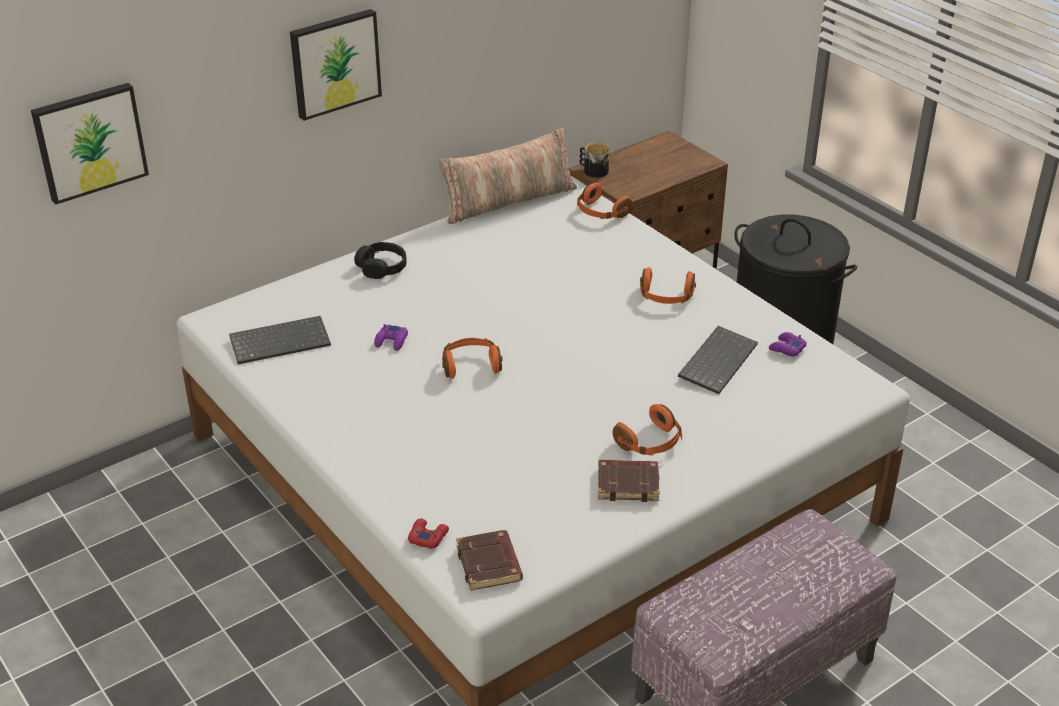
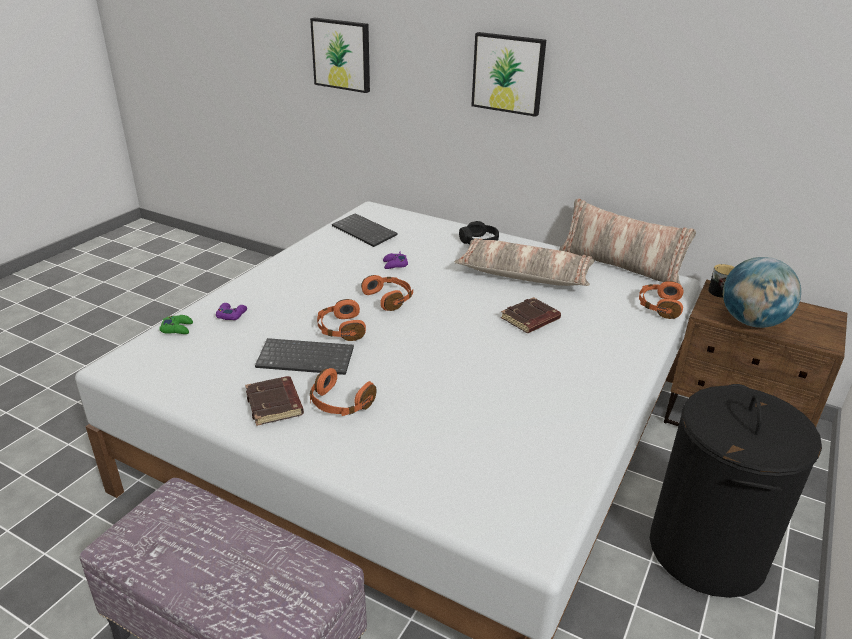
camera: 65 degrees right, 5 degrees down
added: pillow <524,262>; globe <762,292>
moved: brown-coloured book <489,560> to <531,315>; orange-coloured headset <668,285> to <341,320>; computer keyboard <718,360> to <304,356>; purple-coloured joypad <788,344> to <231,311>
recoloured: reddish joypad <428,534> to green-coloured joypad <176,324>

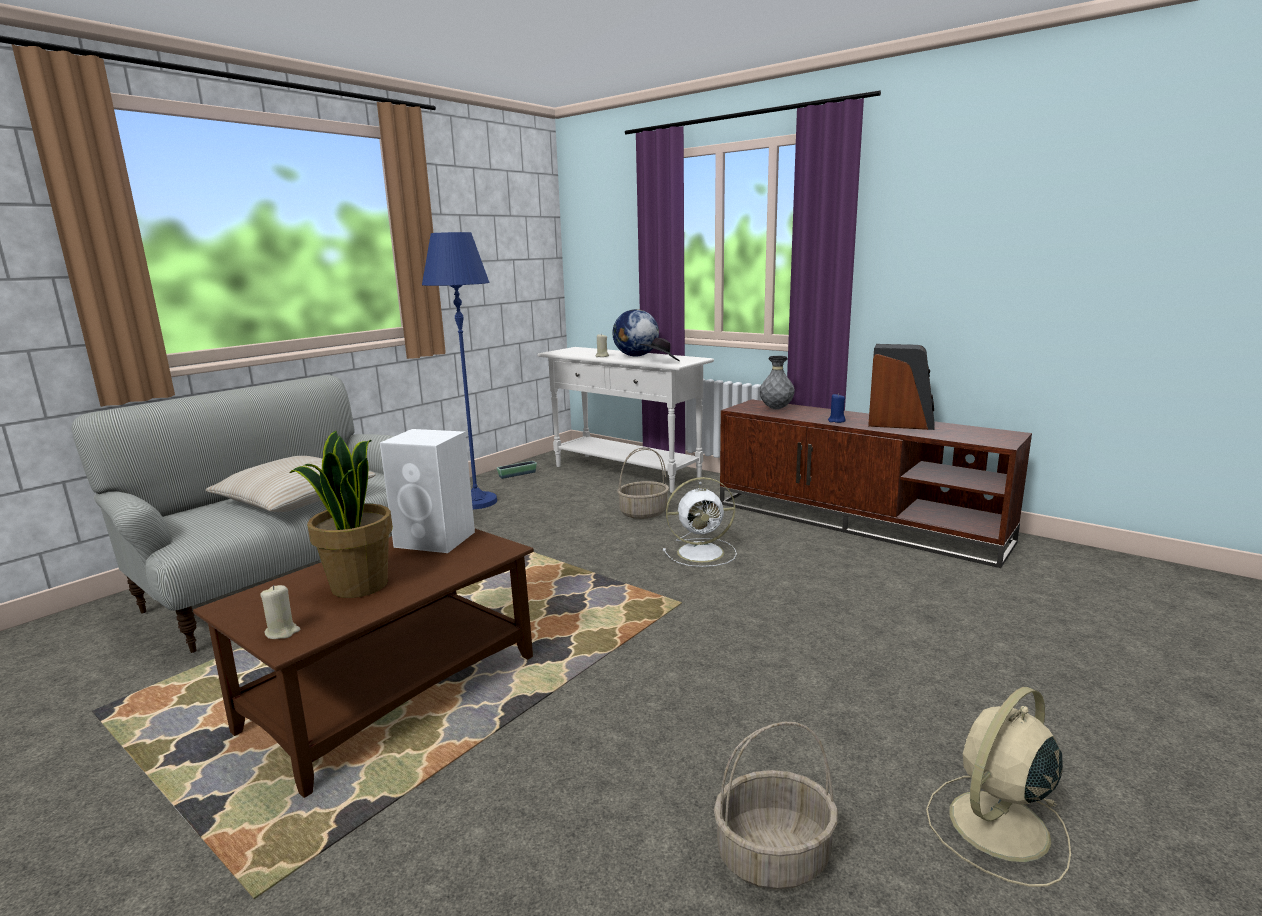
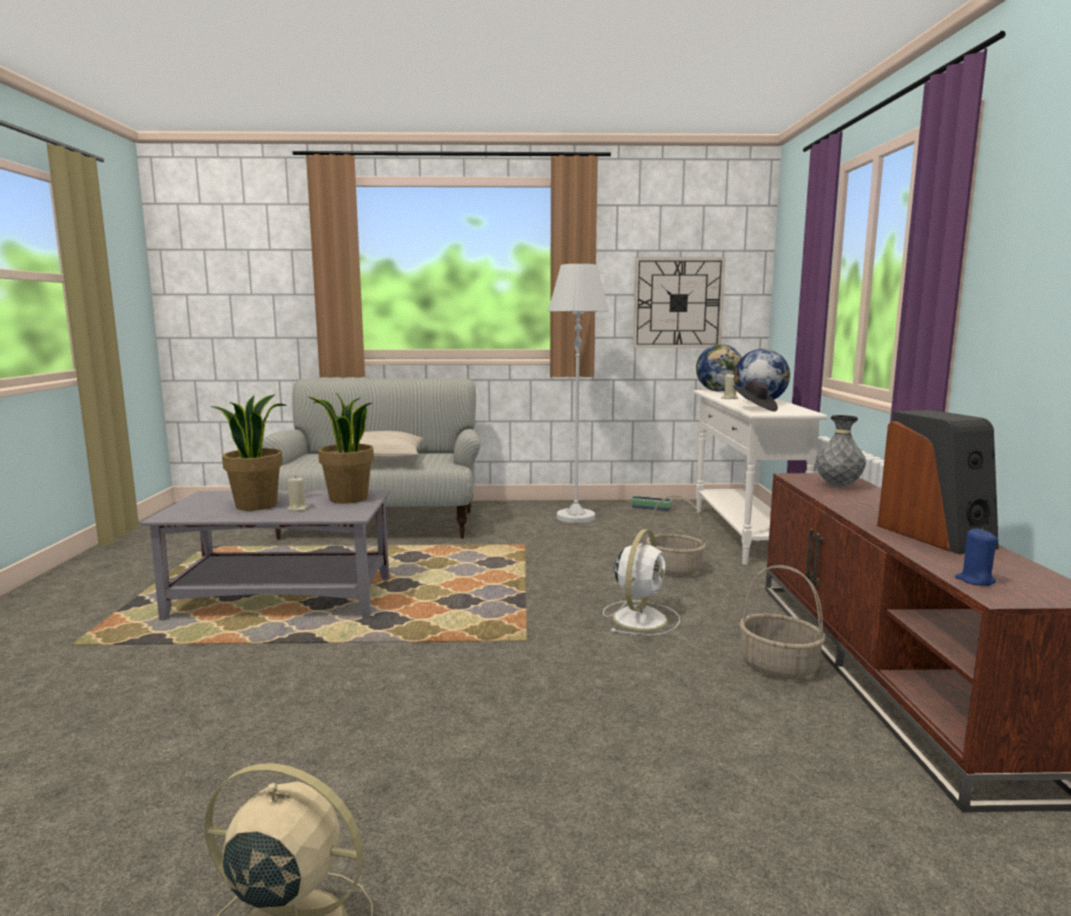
camera: 50 degrees right, 5 degrees down
added: wall clock <679,302>; globe <719,367>
moved: beige wax candle <280,612> to <298,493>; storage basket <776,806> to <782,622>; blue-coloured wax candle <837,408> to <976,557>
replaced: white-coloured speaker <427,491> to plant in a pot <340,448>
recoloured: brown-coloured low table <363,663> to gray low table <265,555>; blue-coloured standing lamp <459,370> to white-coloured standing lamp <578,393>
turned: white-coloured fan <700,522> = <641,582> 105 degrees counterclockwise

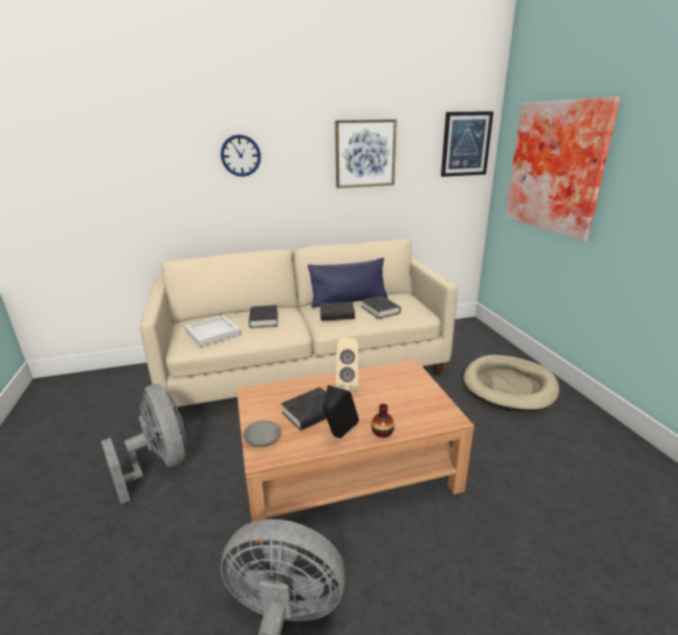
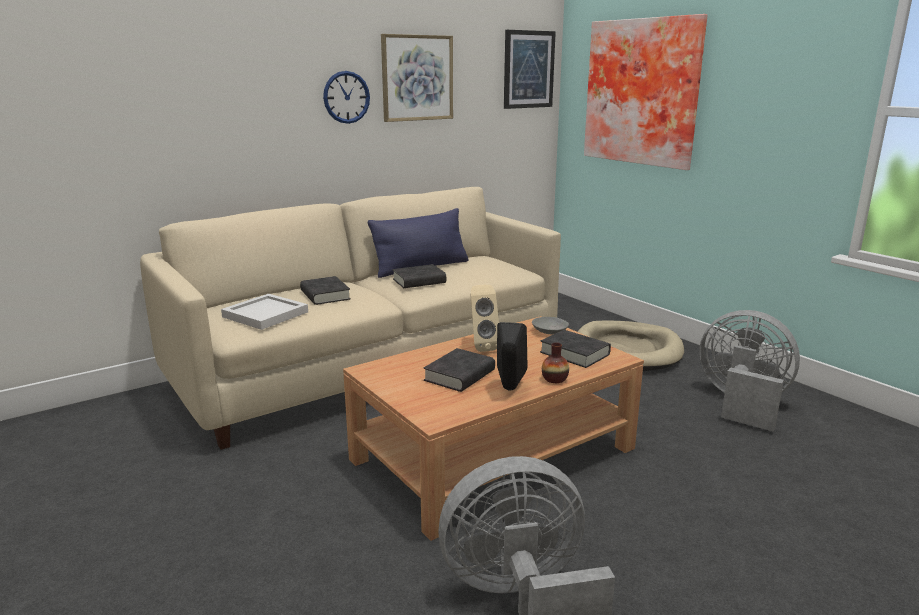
camera: 20 degrees left, 5 degrees down
moved: gray fan <143,444> to <749,370>; wall clock <241,155> to <346,97>; gray deep dish <262,434> to <550,325>; black-coloured book <381,307> to <575,349>

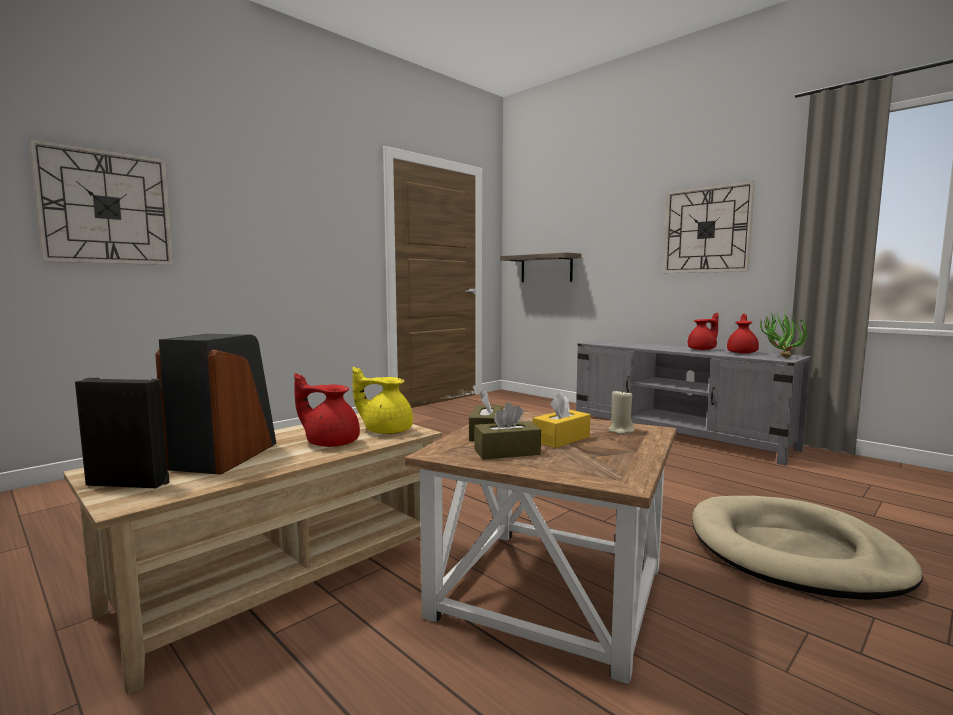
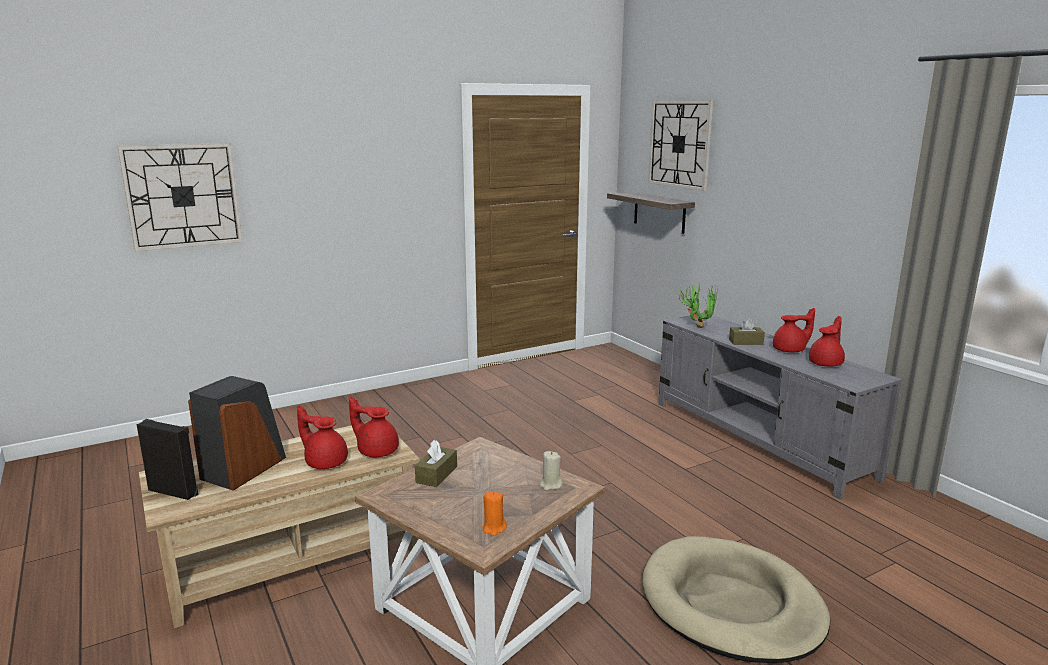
camera: 15 degrees right, 10 degrees up
removed: yellow box of tissues <561,420>
added: orange-coloured wax candle <494,513>
moved: brown-coloured box of tissues <507,431> to <747,331>; wall clock <709,226> to <680,145>; plant in a pot <784,333> to <698,306>
recoloured: yellow pot for tea <382,400> to reddish pot for tea <374,426>

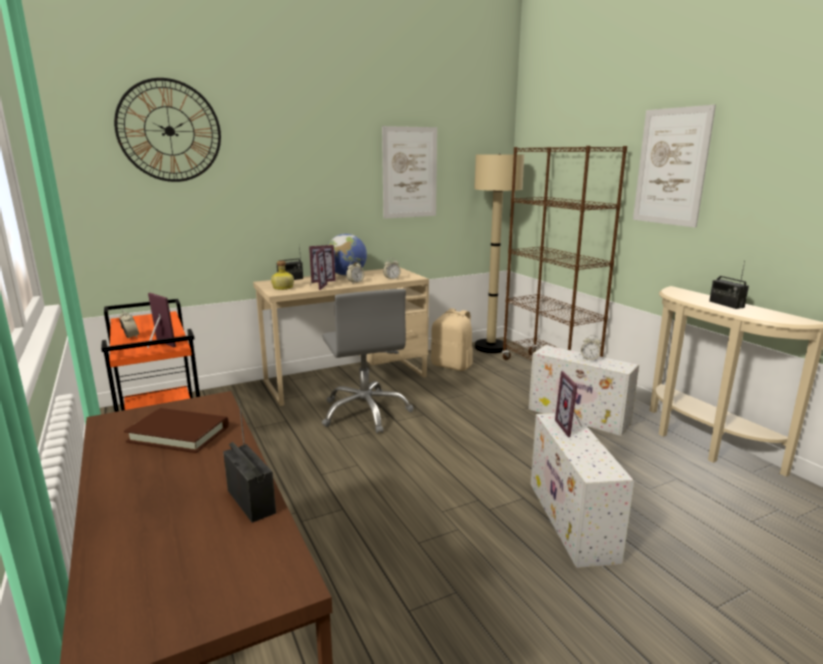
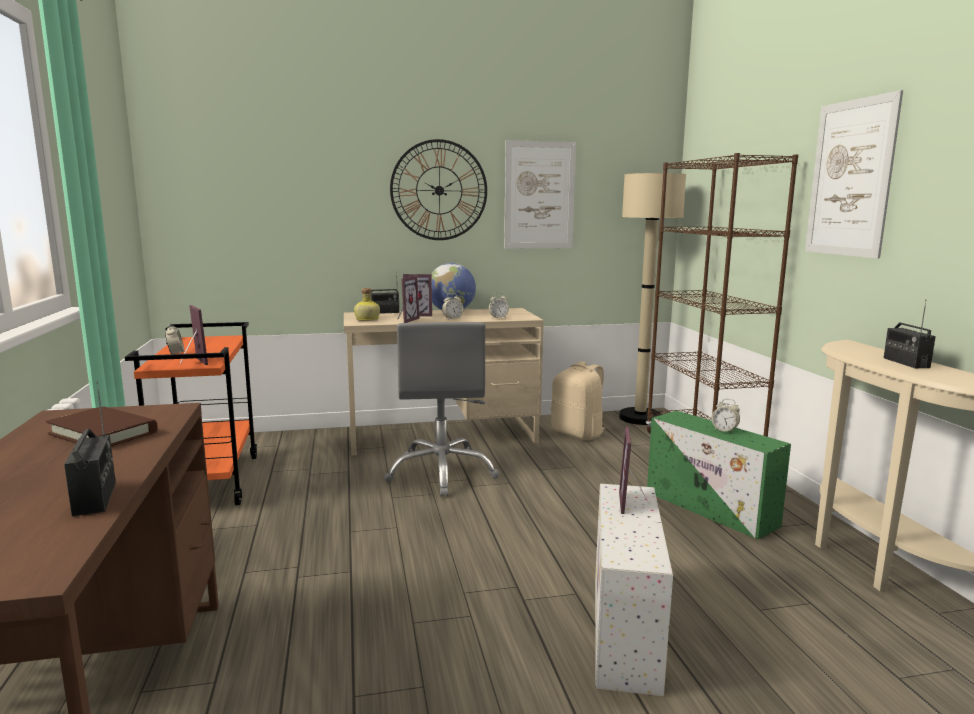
camera: 15 degrees right, 5 degrees down
moved: wall clock <167,130> to <438,189>
recoloured: white-coloured storage box <584,390> to green-coloured storage box <719,475>

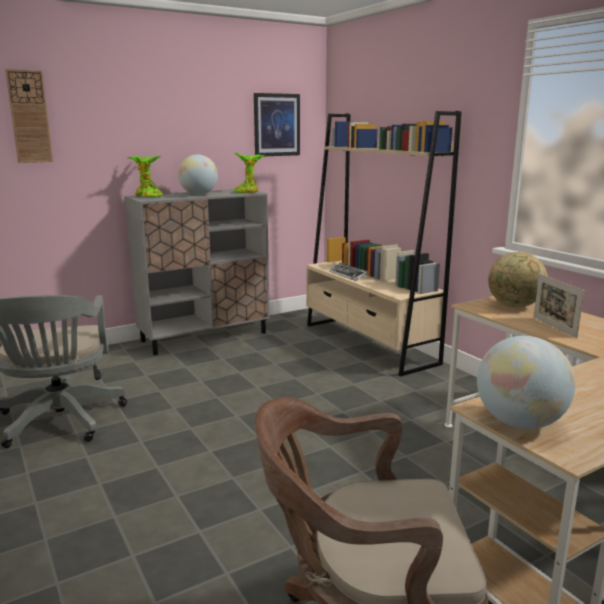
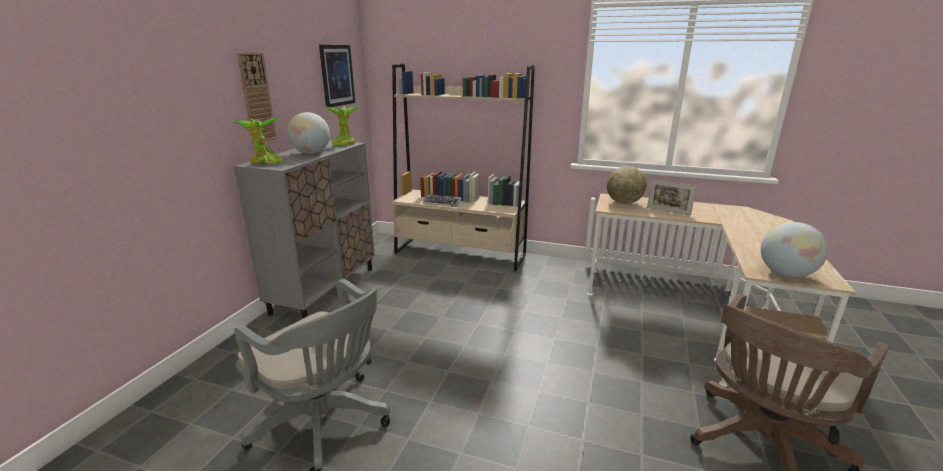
camera: 40 degrees left, 5 degrees up
moved: wall clock <29,116> to <257,98>

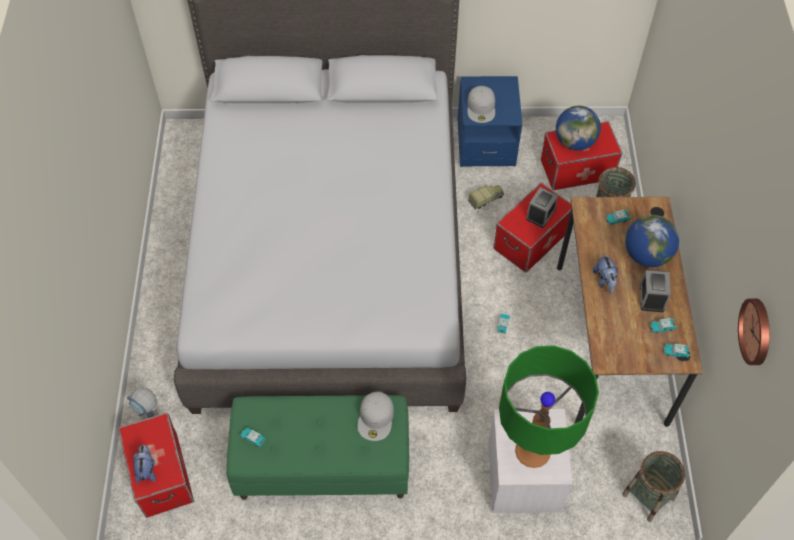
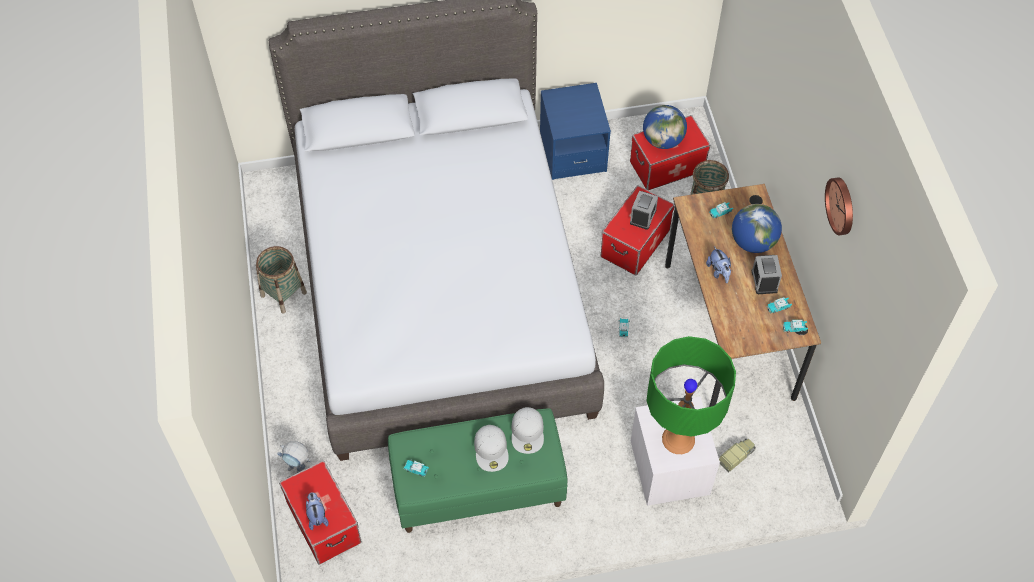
camera: 10 degrees left, 0 degrees up
moved: white-coloured peaked cap <481,104> to <491,448>; toy truck <486,197> to <737,455>; storage basket <654,486> to <281,280>; wall clock <754,332> to <839,206>

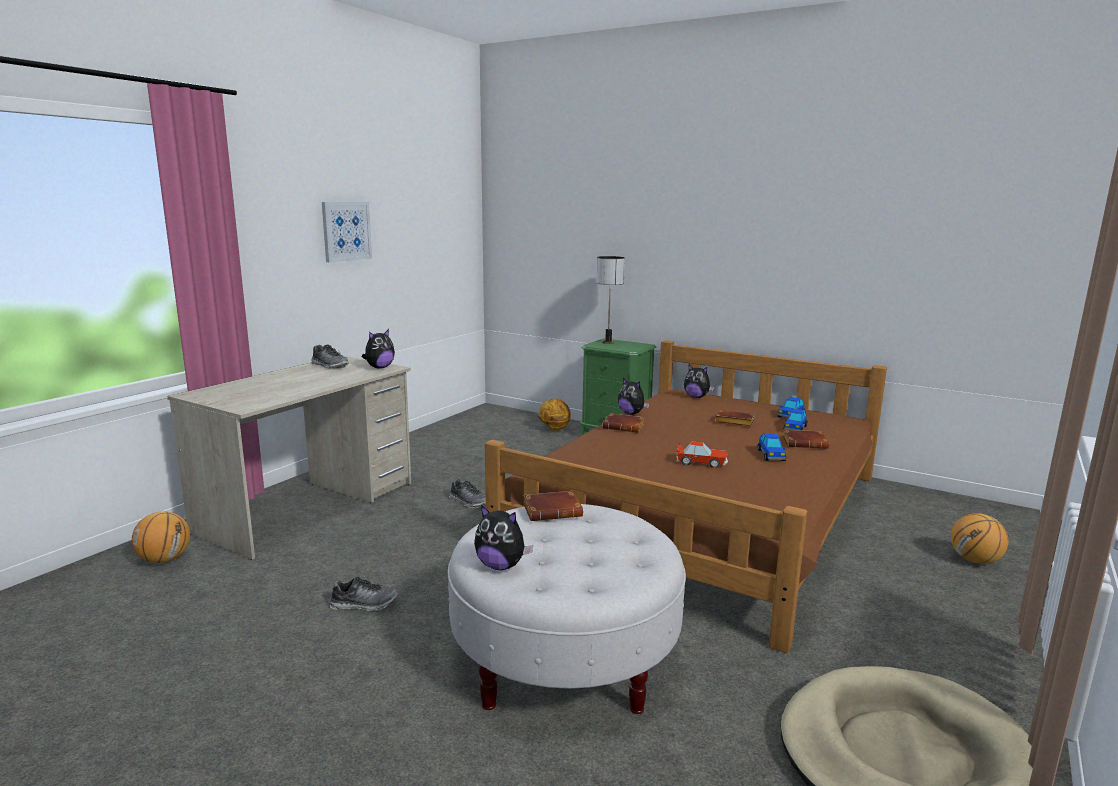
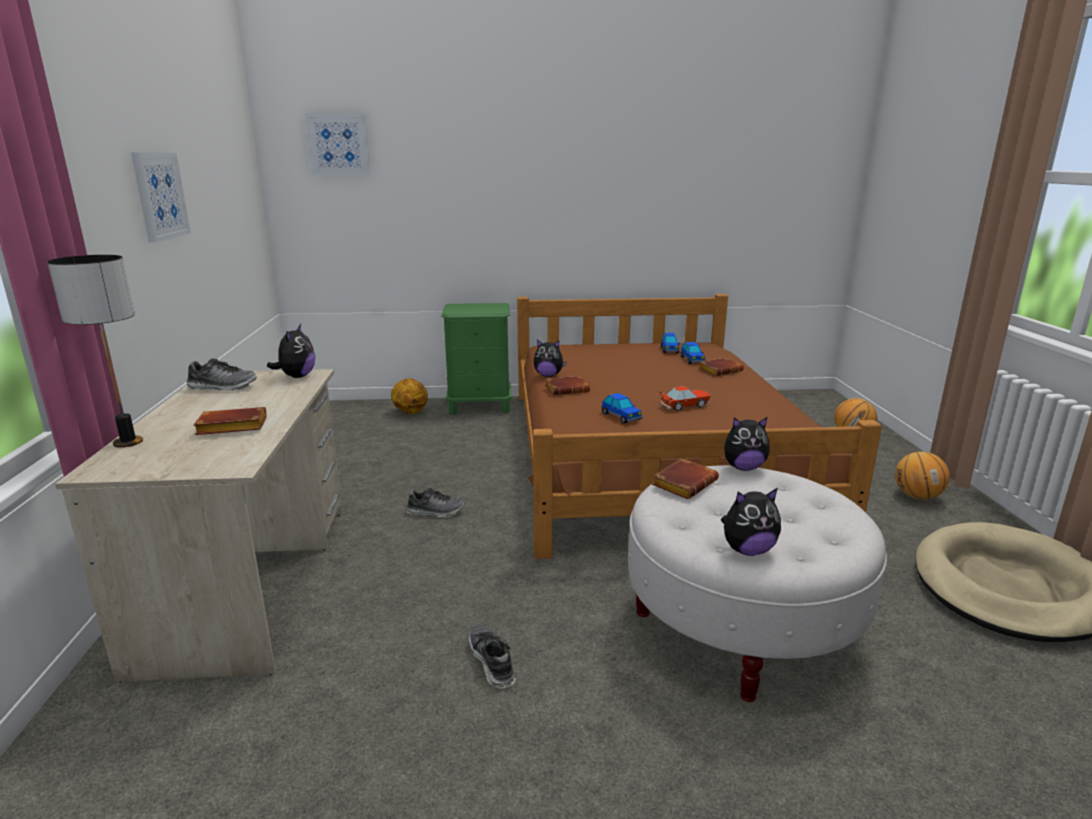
camera: 35 degrees left, 5 degrees up
added: wall art <337,144>
moved: basketball ball <161,537> to <922,476>; lamp for a table <611,300> to <95,351>; plush toy <699,381> to <747,444>; brown-coloured book <735,418> to <230,421>; toy car <771,447> to <622,408>
turned: shoe <364,594> = <492,656> 75 degrees counterclockwise

